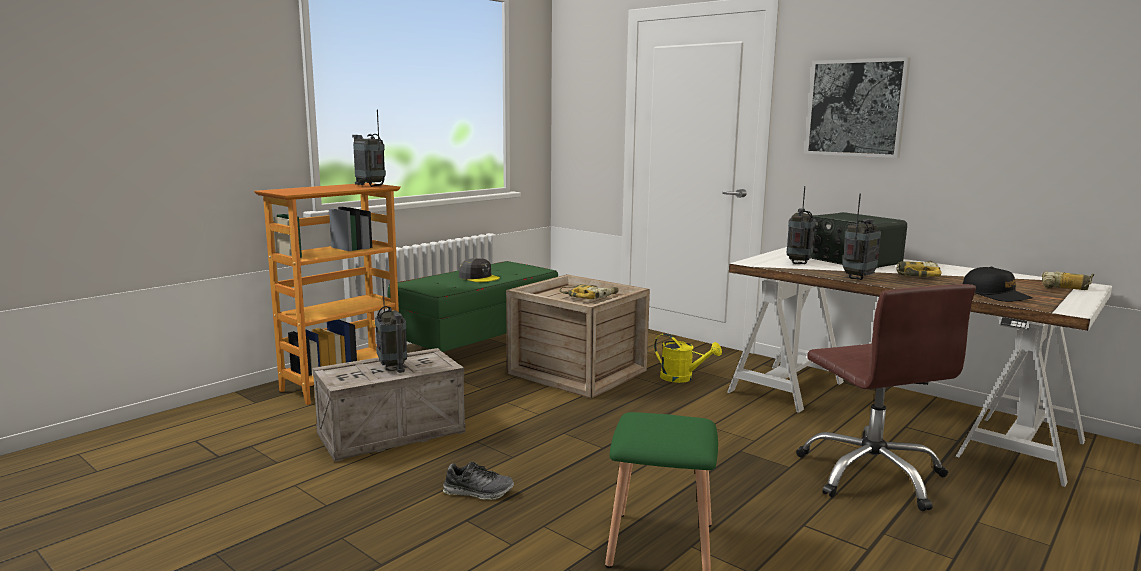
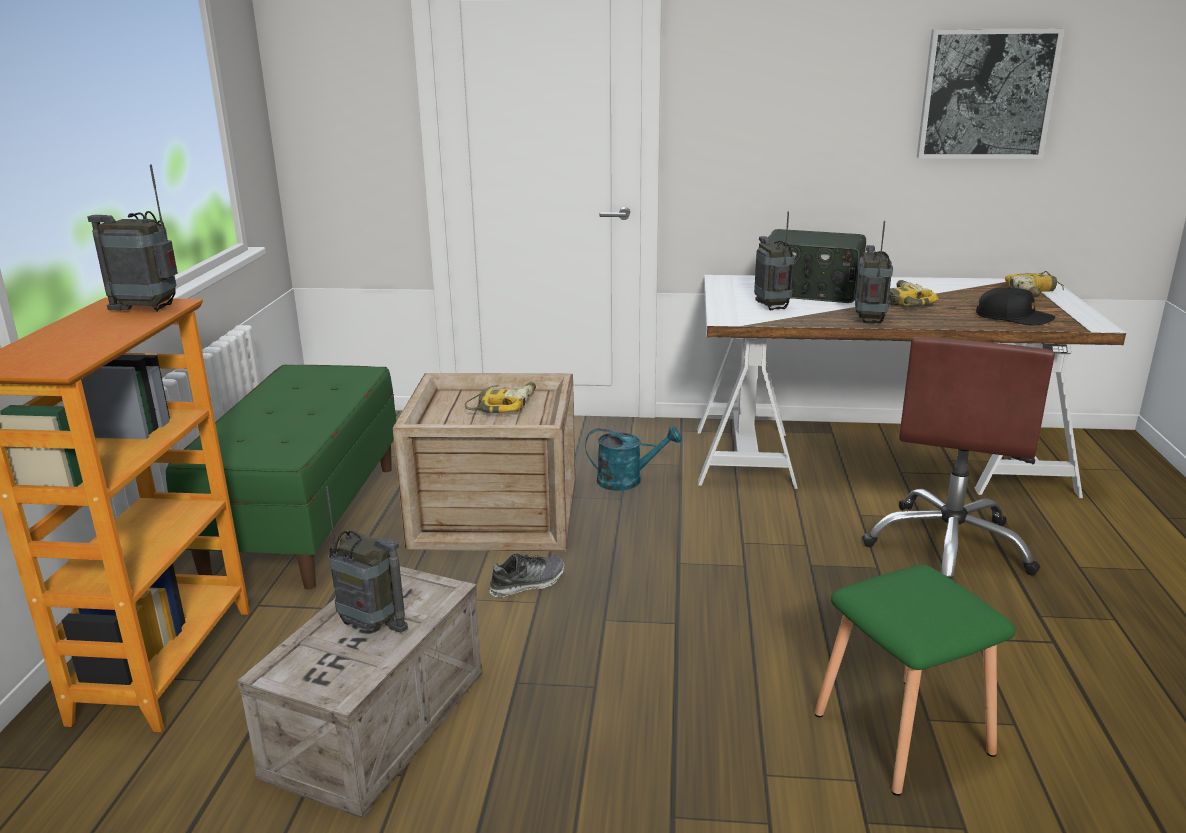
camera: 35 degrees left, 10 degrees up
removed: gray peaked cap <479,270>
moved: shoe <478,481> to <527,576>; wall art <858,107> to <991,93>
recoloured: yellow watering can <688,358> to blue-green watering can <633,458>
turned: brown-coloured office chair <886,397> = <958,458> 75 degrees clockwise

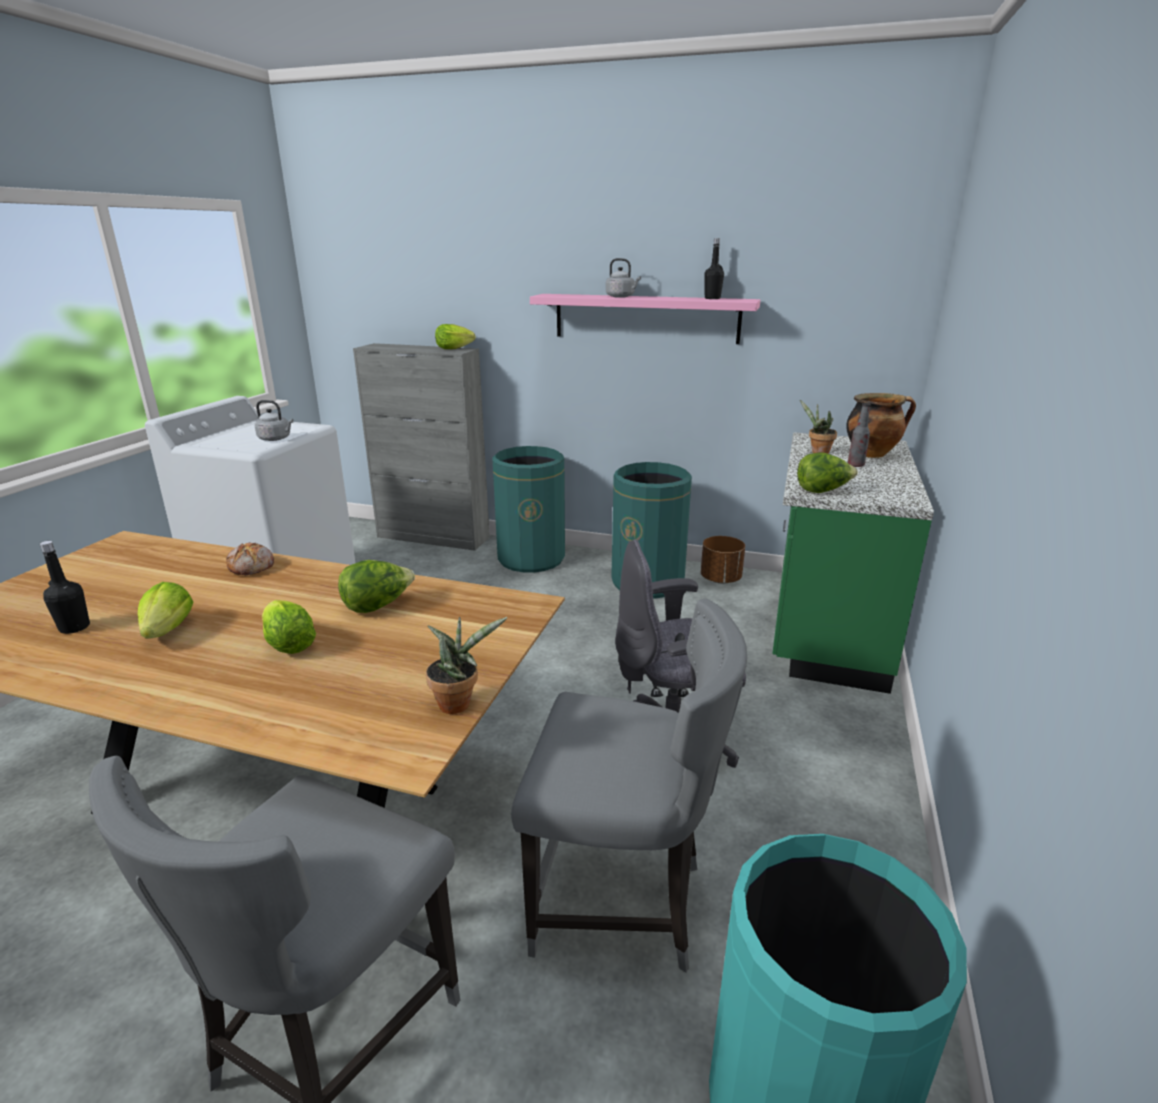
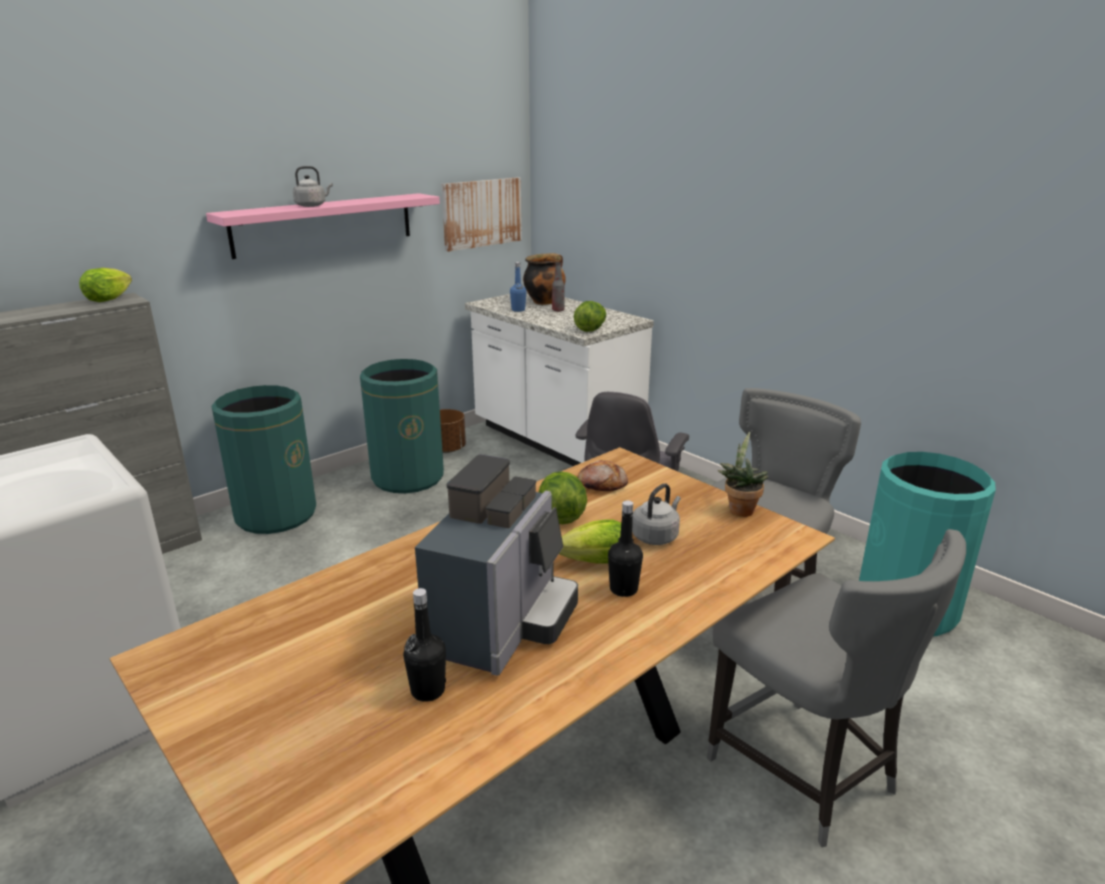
camera: 60 degrees left, 0 degrees up
added: wall art <481,214>
moved: bakery bread <250,558> to <602,475>; gray water kettle <274,420> to <656,514>; black-coloured drink bottle <714,268> to <625,548>
replaced: lettuce head <166,610> to coffee maker <496,565>; plant in a pot <818,427> to blue-coloured drink bottle <518,287>
recoloured: green-coloured kitchen base unit <853,563> to white-coloured kitchen base unit <559,378>

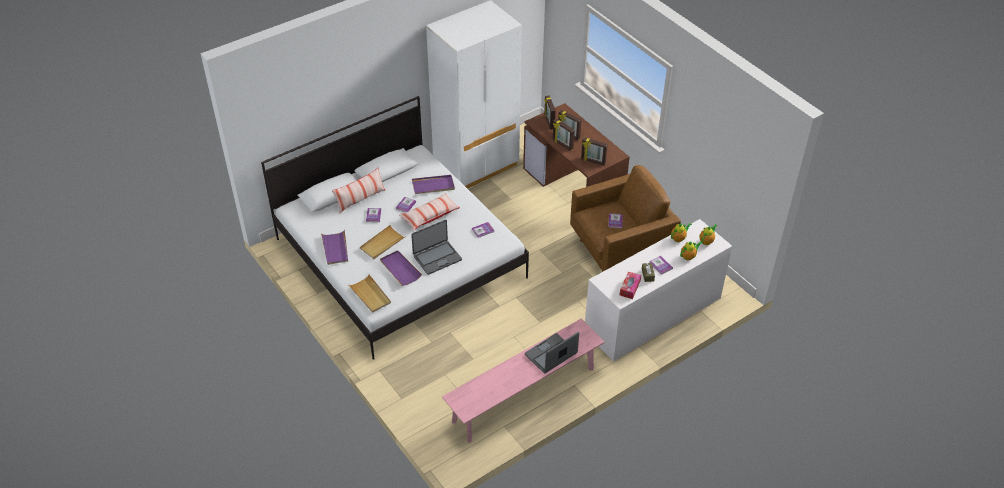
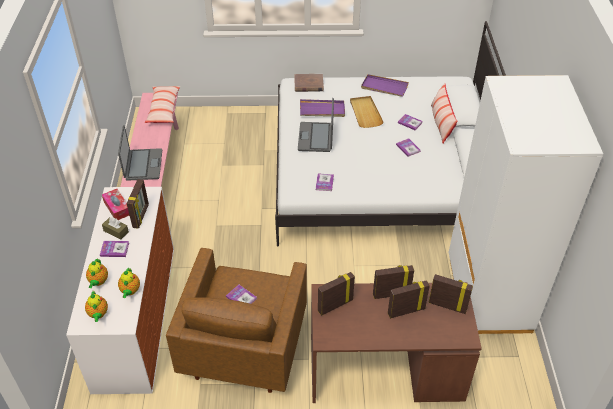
camera: 125 degrees right, 0 degrees up
removed: purple-coloured carrying tray <433,184>
added: photo frame <138,204>
moved: pillow <429,212> to <162,104>
replaced: beige carrying tray <370,294> to brown-coloured book <309,83>

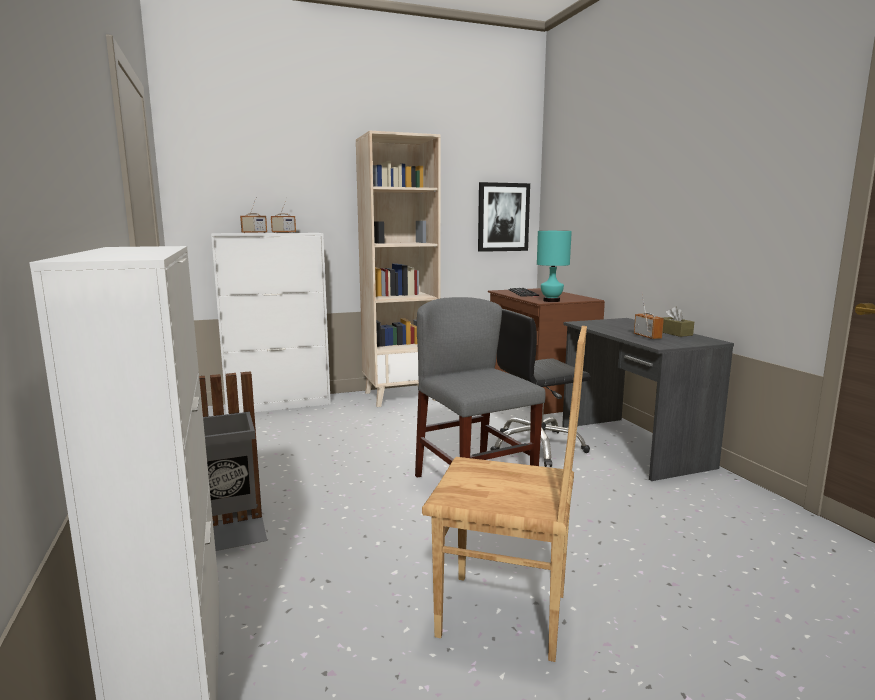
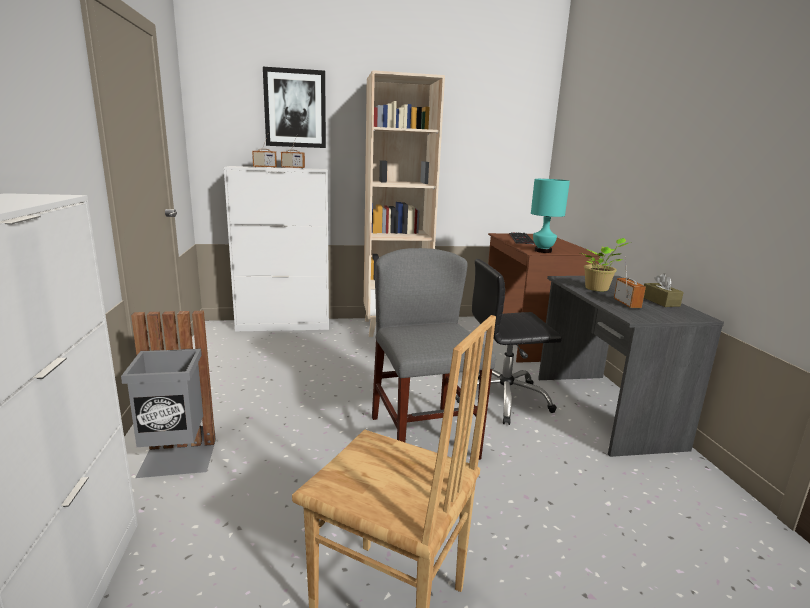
camera: 10 degrees right, 5 degrees up
added: plant in a pot <606,265>
moved: wall art <504,217> to <294,107>

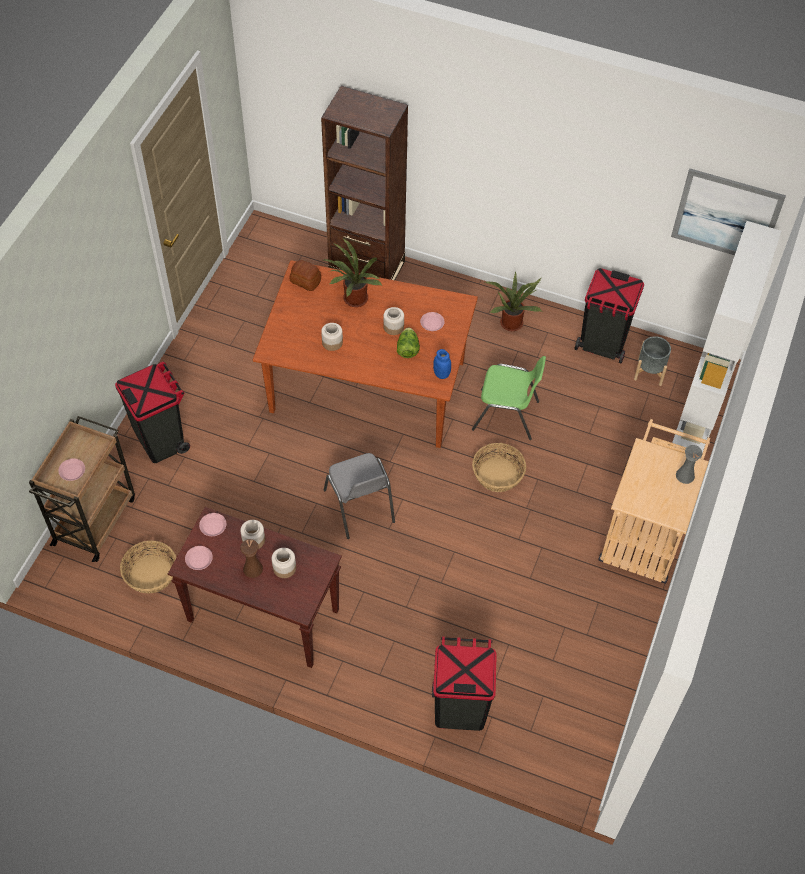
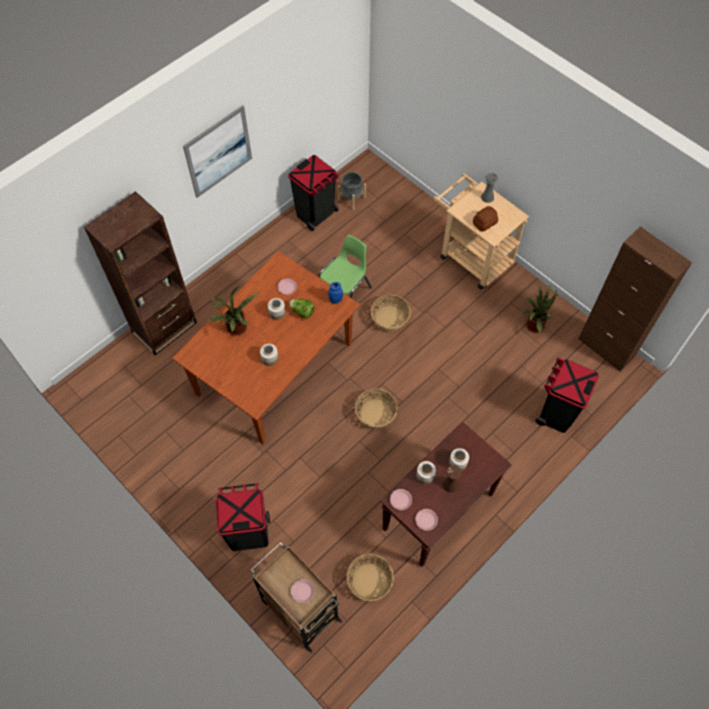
camera: 65 degrees left, 5 degrees up
removed: white-coloured shelving unit <726,340>
added: brown-coloured cabinet <635,299>
moved: bakery bread <305,275> to <485,219>; plant in a pot <513,301> to <539,308>; wall art <728,211> to <217,151>
replaced: gray upright chair <359,496> to storage basket <376,408>

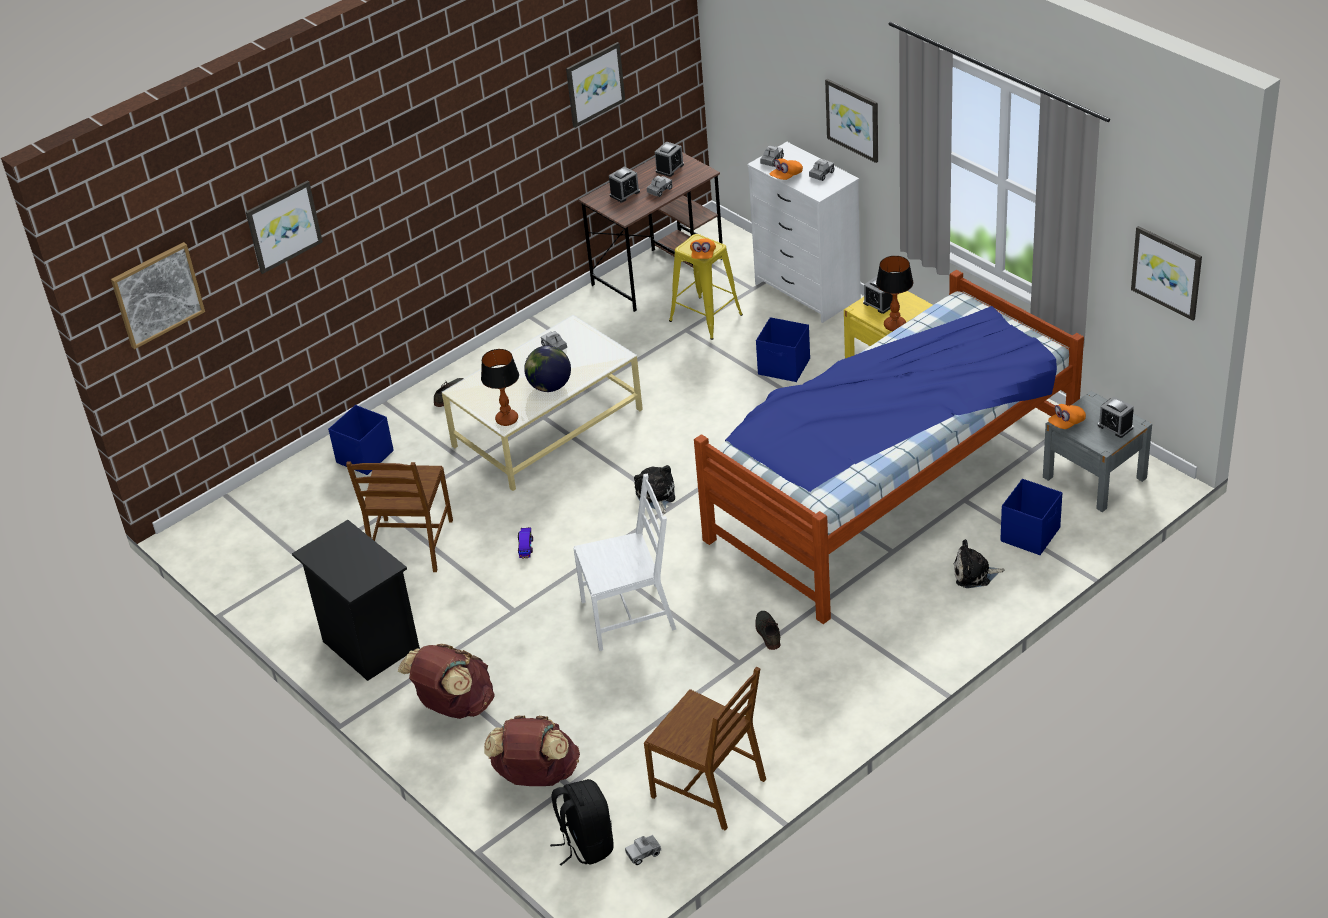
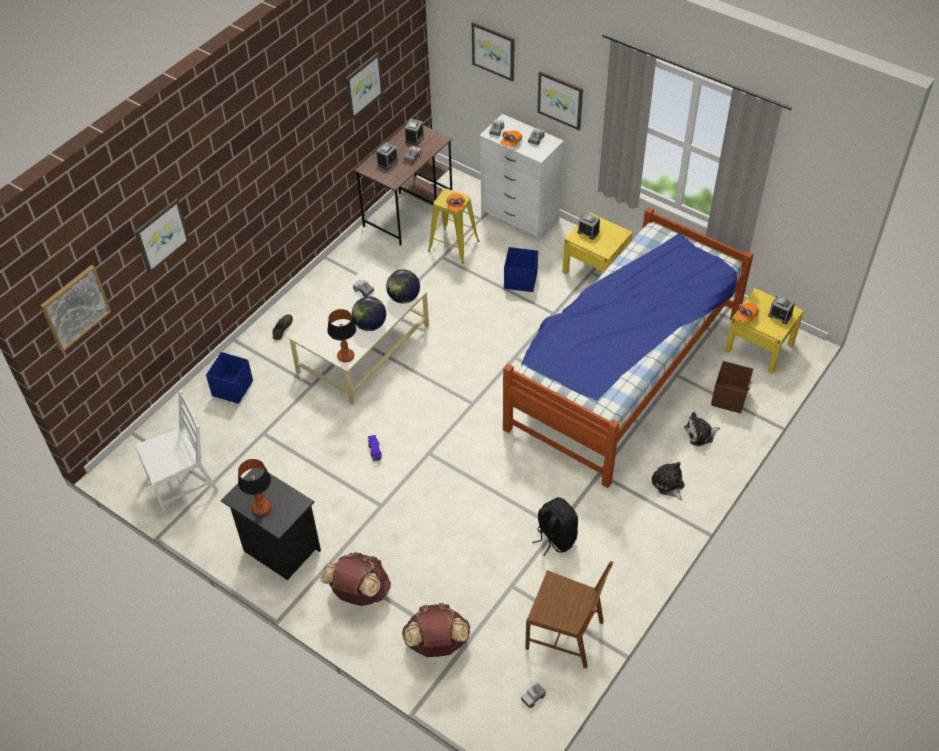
camera: 15 degrees left, 10 degrees up
removed: brown-coloured upright chair <399,516>; gray shoe <767,630>
added: globe <403,286>
moved: black-coloured backpack <582,822> to <555,526>; white-coloured upright chair <624,562> to <177,453>; plush toy <654,489> to <668,481>; lamp for a table <894,293> to <254,487>; wall art <1166,273> to <493,51>
recoloured: blue-coloured storage box <1031,517> to brown-coloured storage box <732,387>; gray night table <1097,451> to yellow night table <764,331>

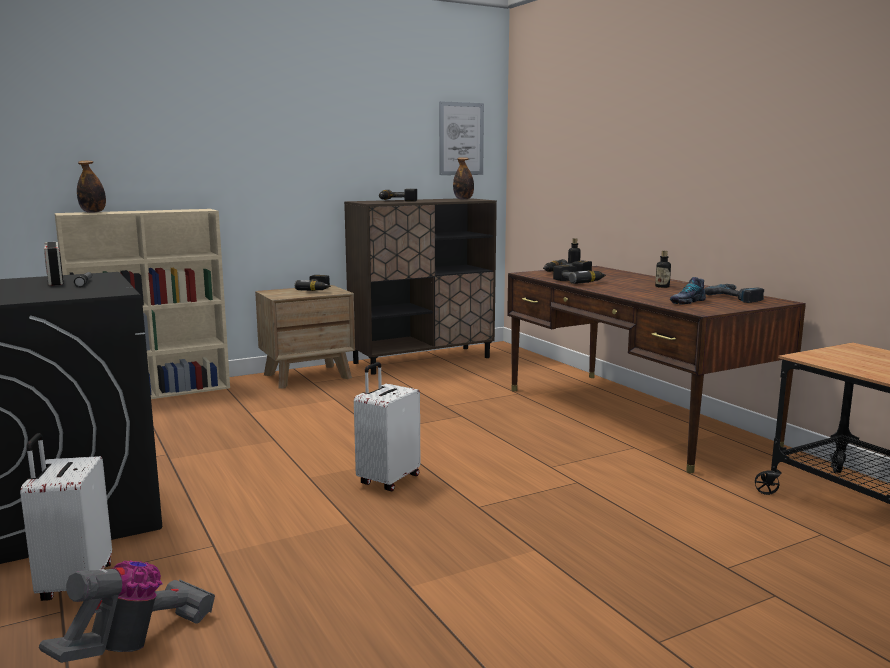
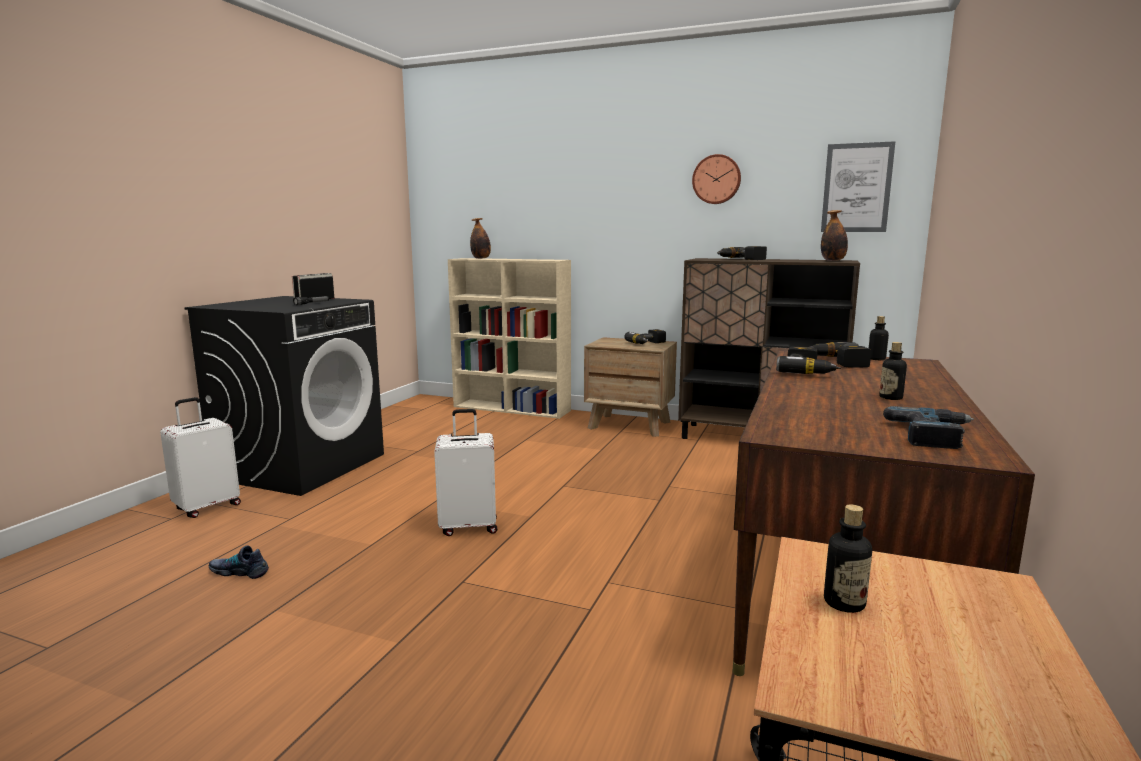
camera: 50 degrees right, 0 degrees up
removed: vacuum cleaner <127,611>
added: wall clock <716,179>; drink bottle <848,558>
moved: shoe <688,290> to <239,562>

